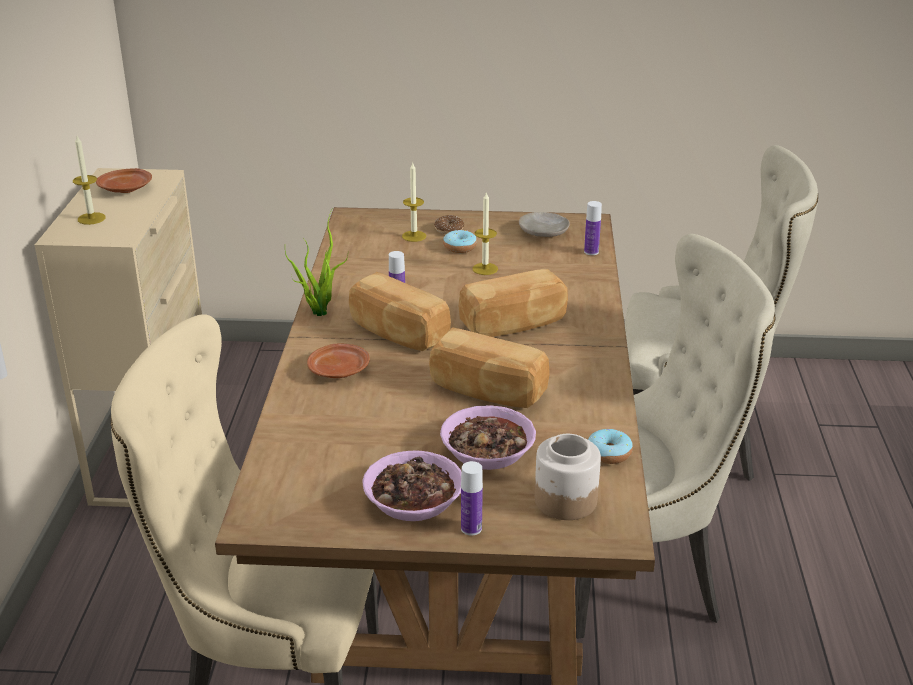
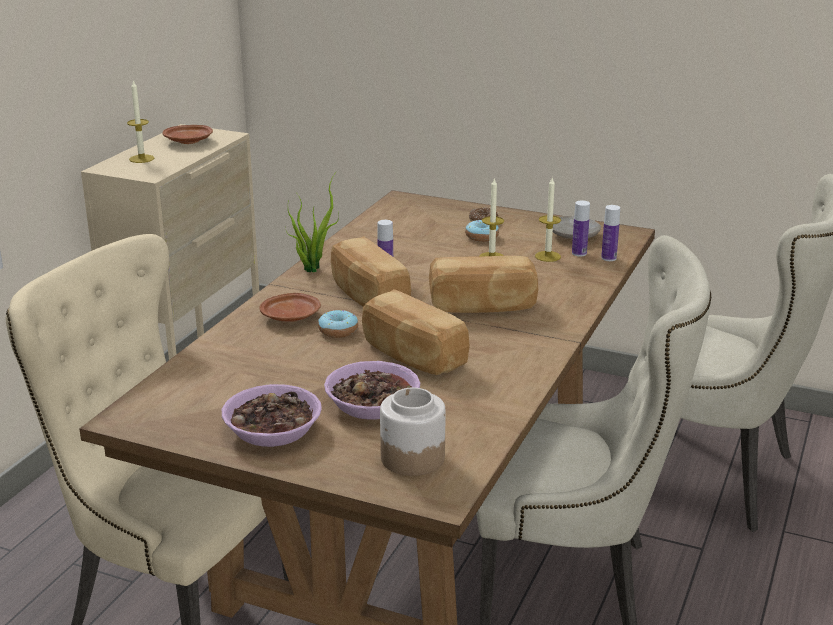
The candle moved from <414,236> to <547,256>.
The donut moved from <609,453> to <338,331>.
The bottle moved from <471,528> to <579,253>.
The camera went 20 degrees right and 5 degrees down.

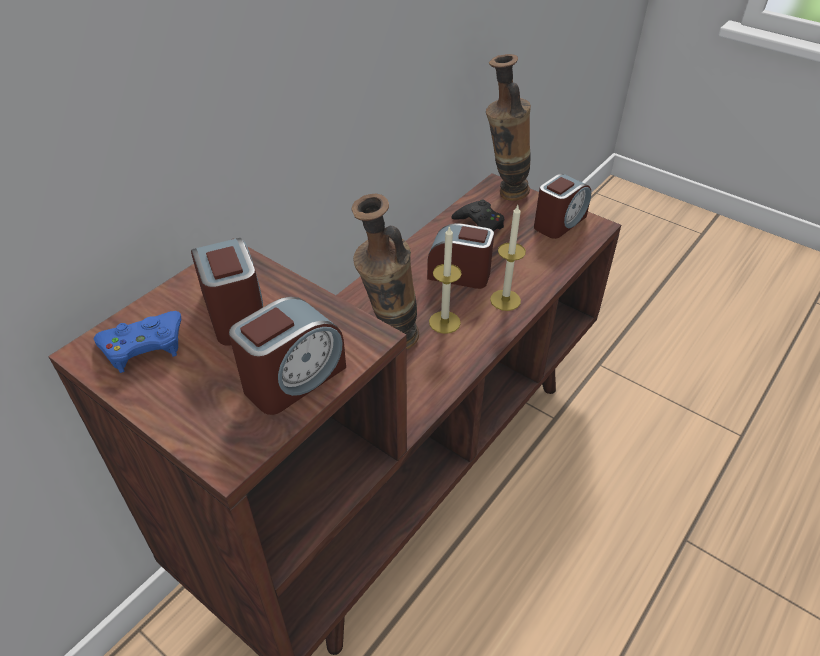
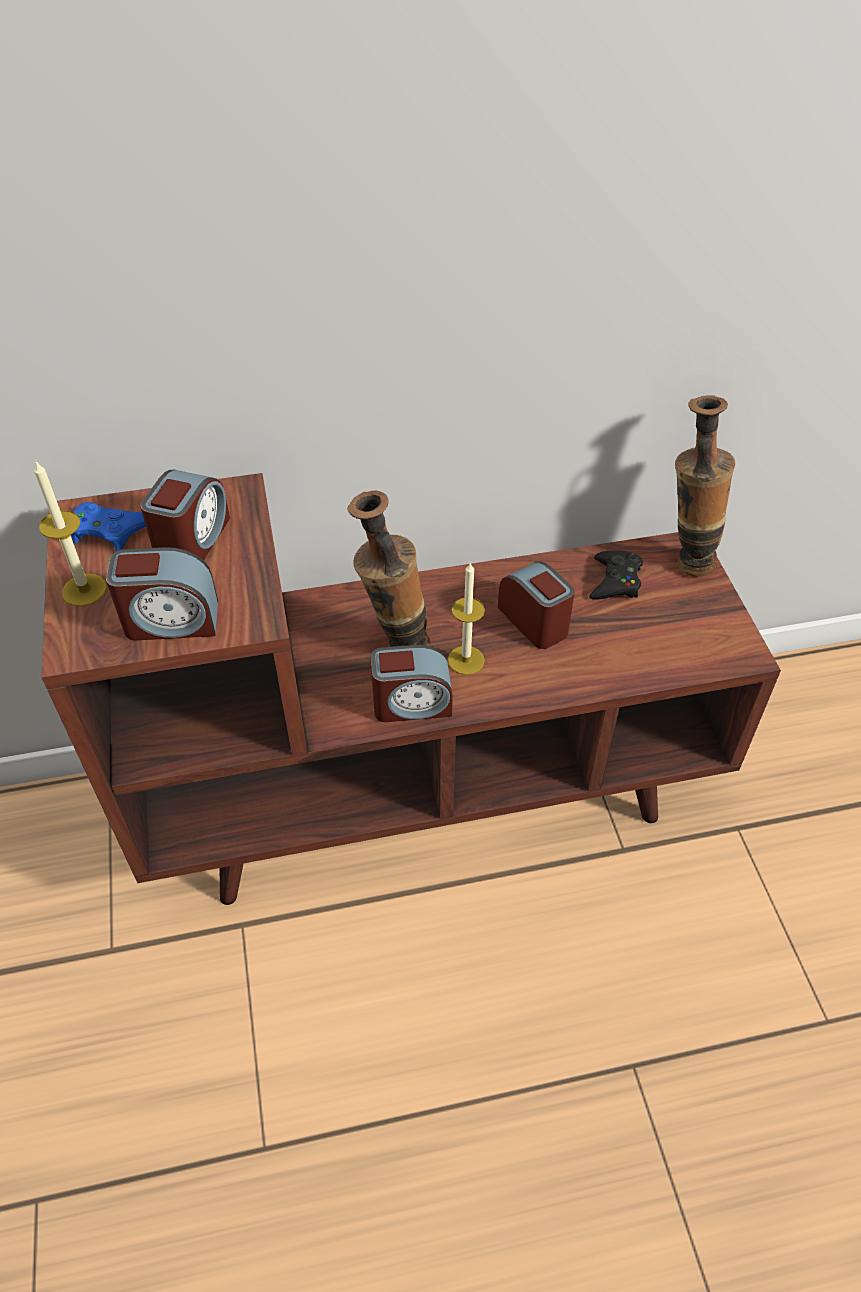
The alarm_clock moved from <559,222> to <411,704>.
The candle moved from <505,300> to <84,590>.
The camera went 40 degrees right and 5 degrees up.

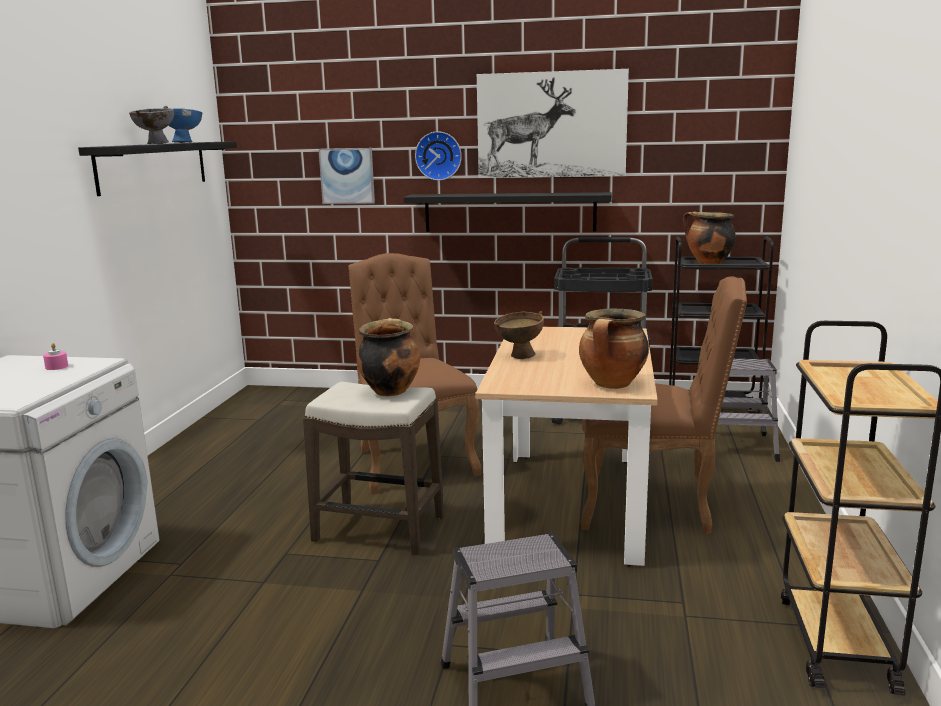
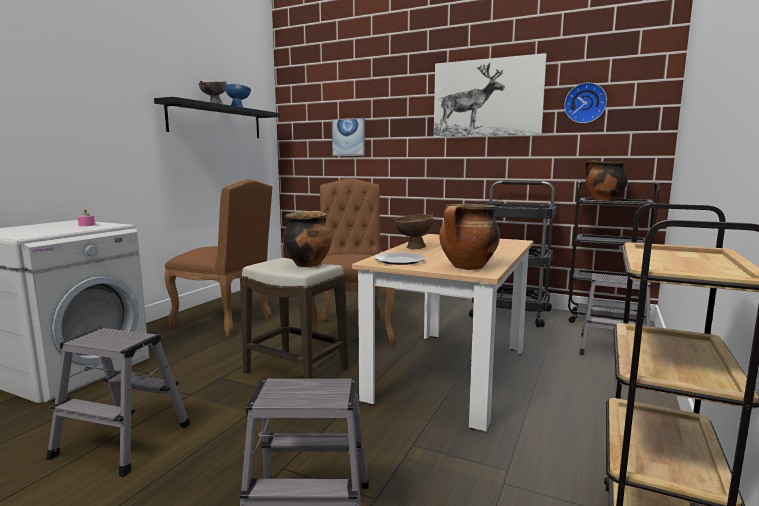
The wall_clock moved from <439,156> to <585,103>.
The black_shelf at <509,212> disappeared.
The brown_chair moved from <650,506> to <226,321>.
The plate at <400,261> appeared.
The grey_step_ladder at <122,440> appeared.
The camera went 15 degrees right and 5 degrees down.

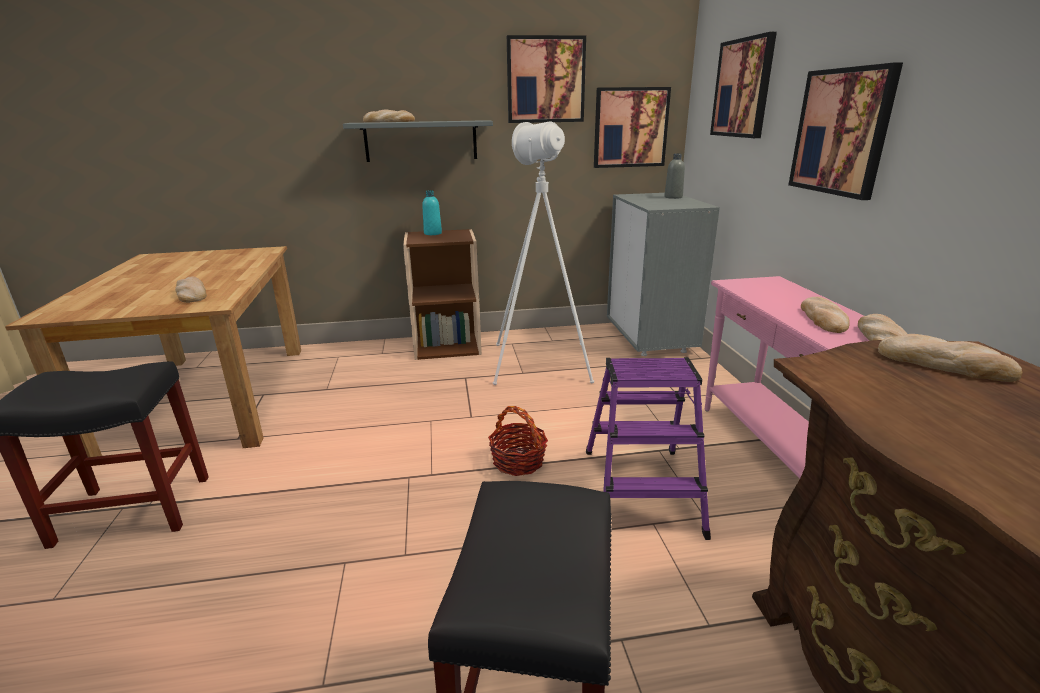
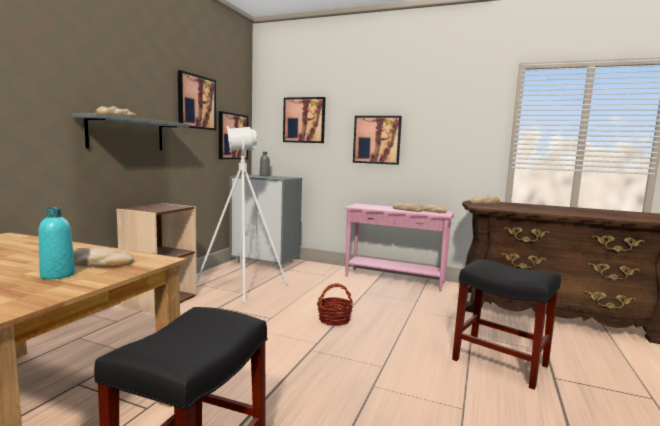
The turquoise_bottle moved from <432,233> to <57,275>.
The purple_step_ladder at <641,489> disappeared.
The camera went 60 degrees left and 15 degrees down.

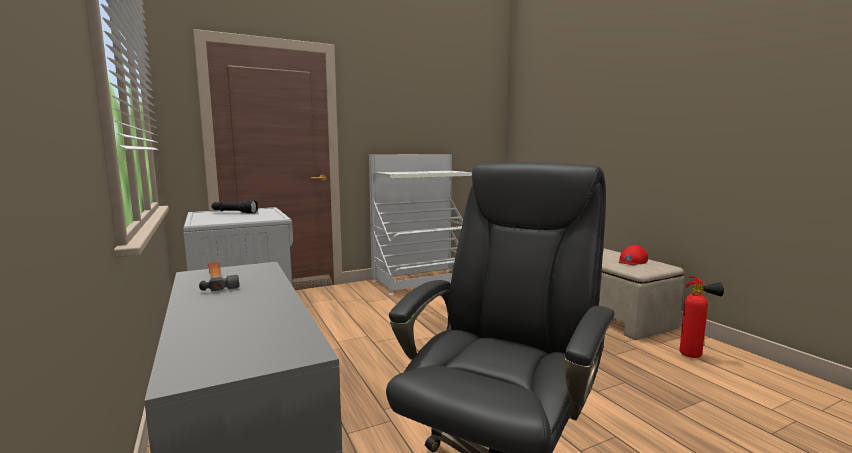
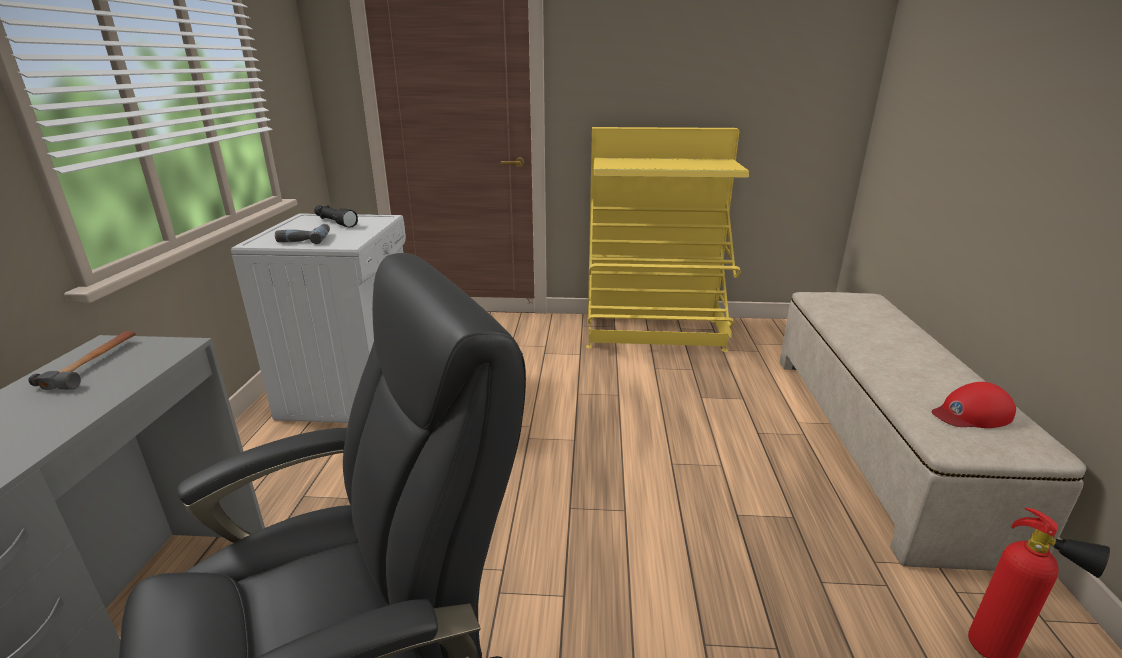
The white_shoe_rack at <423,282> became the yellow_shoe_rack at <654,335>.
The power_drill at <304,239> appeared.
The camera went 30 degrees right and 15 degrees up.

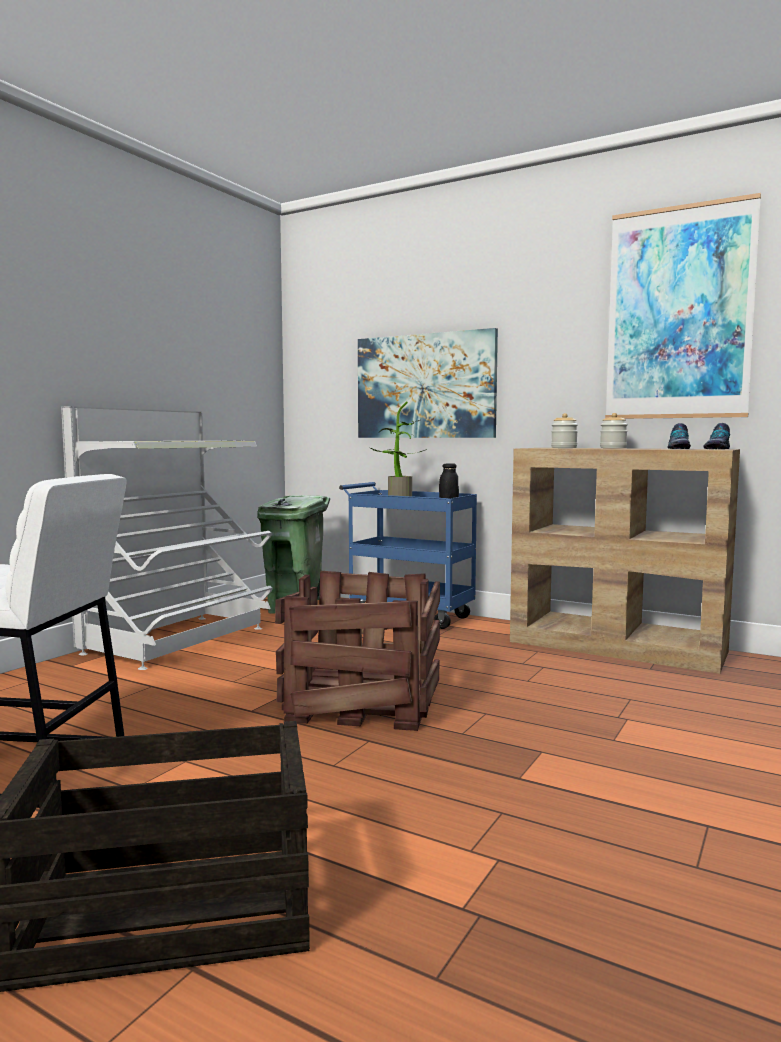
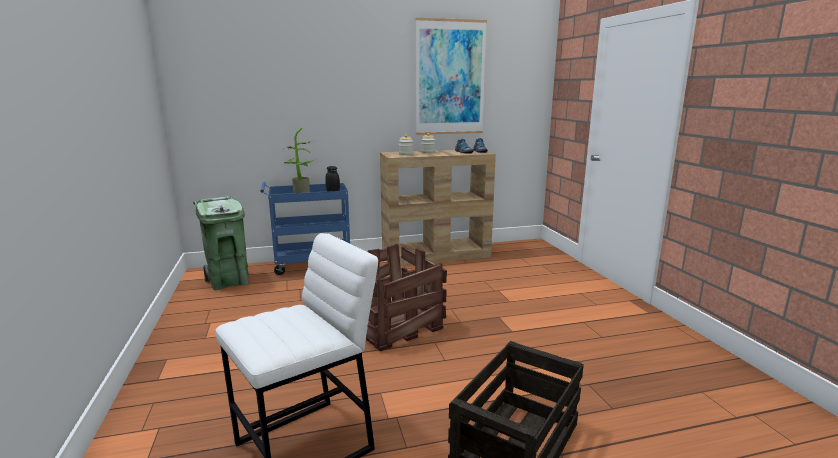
The picture at <425,386> disappeared.
The white_shoe_rack at <180,641> disappeared.
The camera went 45 degrees left and 10 degrees up.

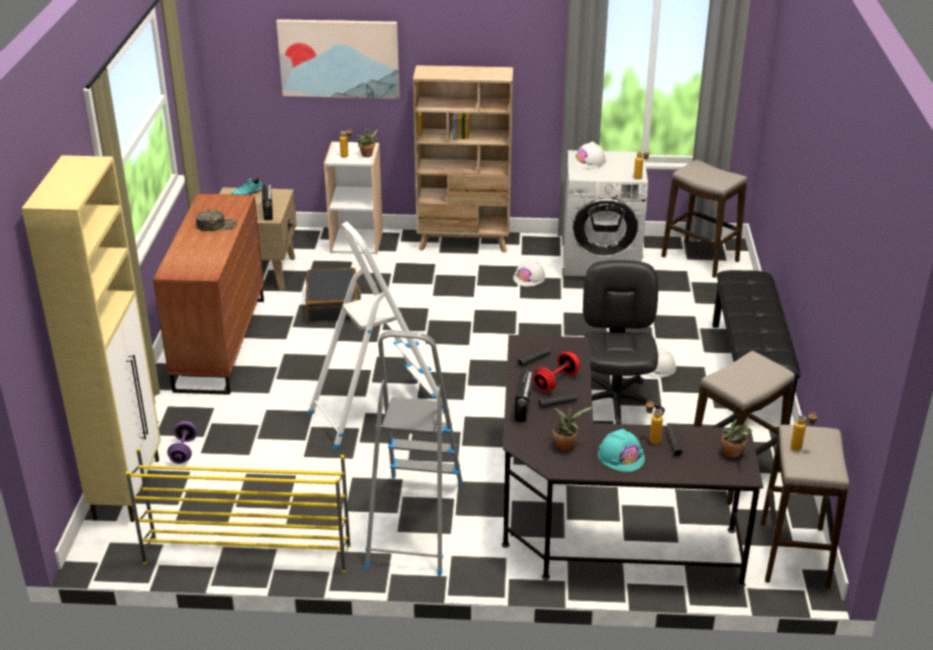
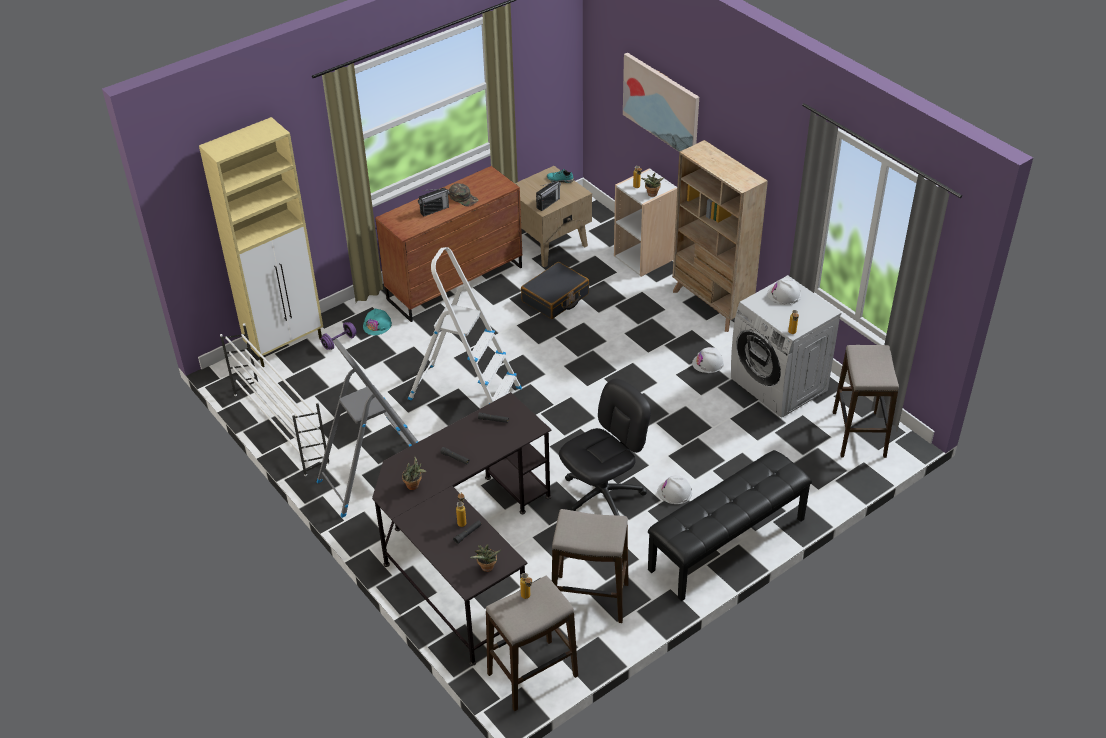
The red_dumbbell at <556,381> disappeared.
The radio moved from <522,408> to <434,210>.
The turquoise_hard_hat moved from <621,456> to <377,325>.
The yellow_shoe_rack at <246,554> became the white_shoe_rack at <280,427>.
The camera went 50 degrees right and 10 degrees up.

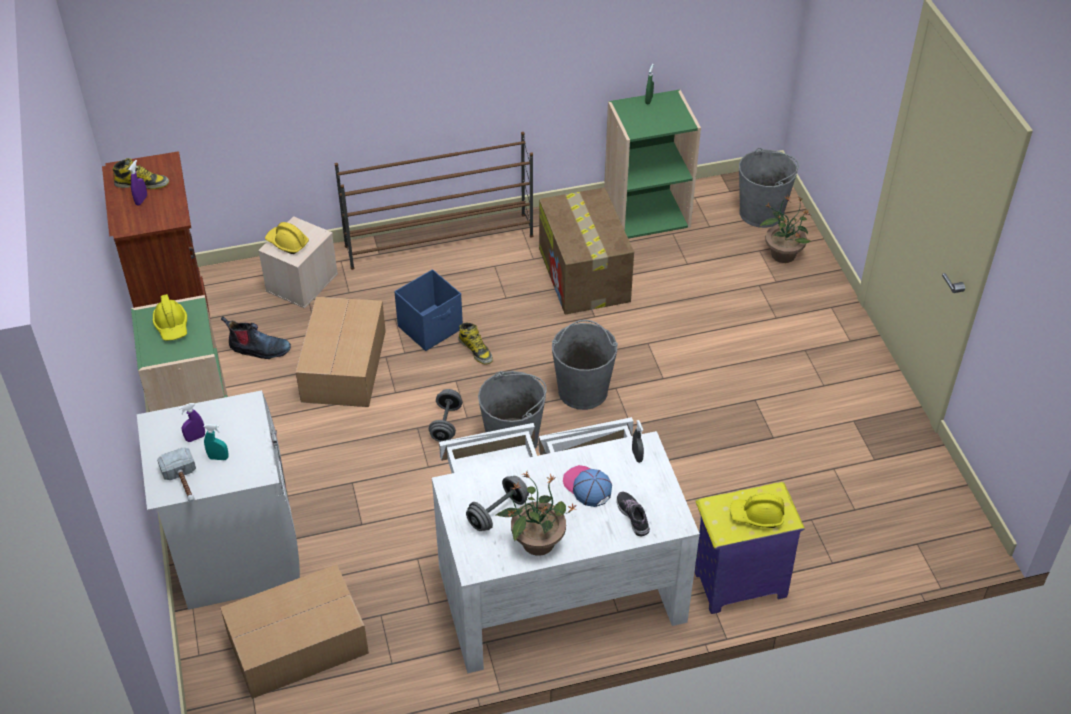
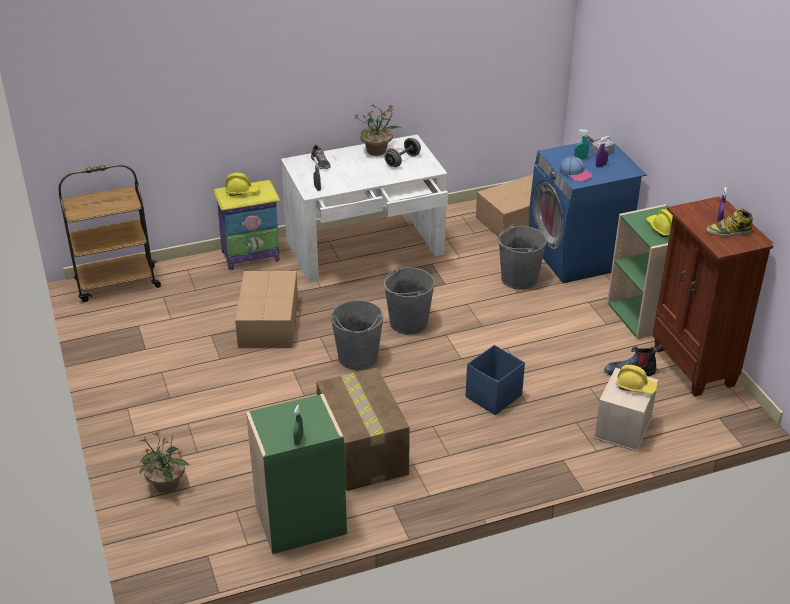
The brown_shoe_rack at <440,241> disappeared.
The grey_bucket moved from <762,212> to <518,278>.
The cardboard_box moved from <345,364> to <268,323>.
The boot at <476,350> disappeared.
The grey_dumbbell at <446,424> disappeared.
The white_washing_machine at <234,549> became the blue_washing_machine at <579,255>.
The cap moved from <587,487> to <575,173>.
The brown_cart at <116,284> appeared.
The camera went 175 degrees right and 10 degrees down.

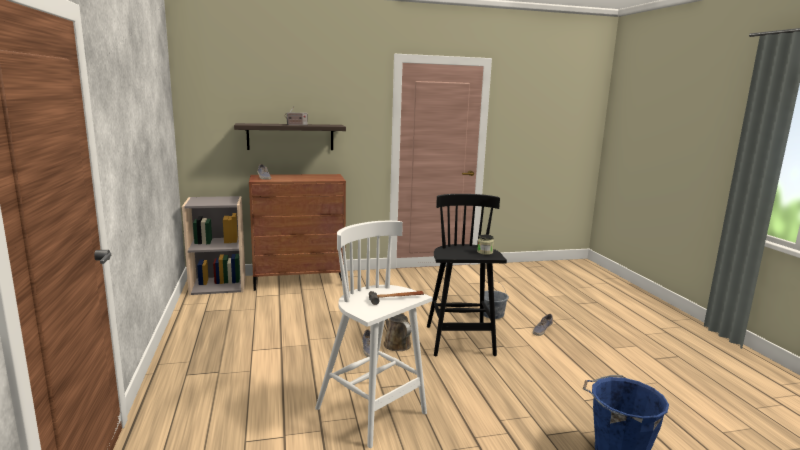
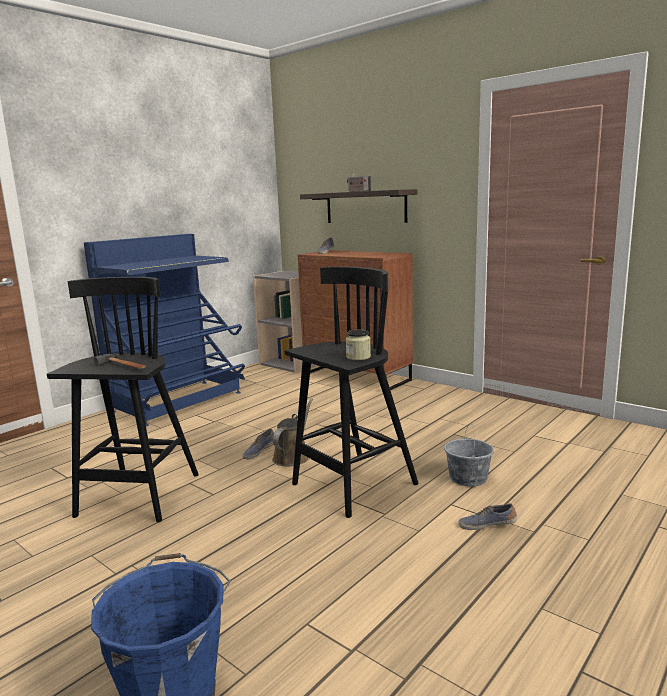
The white_stool at <373,412> became the black_stool at <137,496>.
The blue_shoe_rack at <180,402> appeared.
The camera went 55 degrees right and 0 degrees up.

